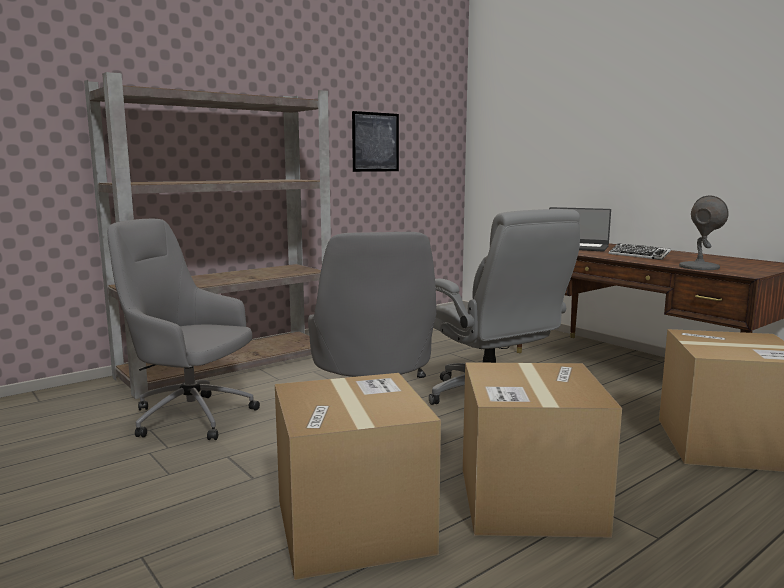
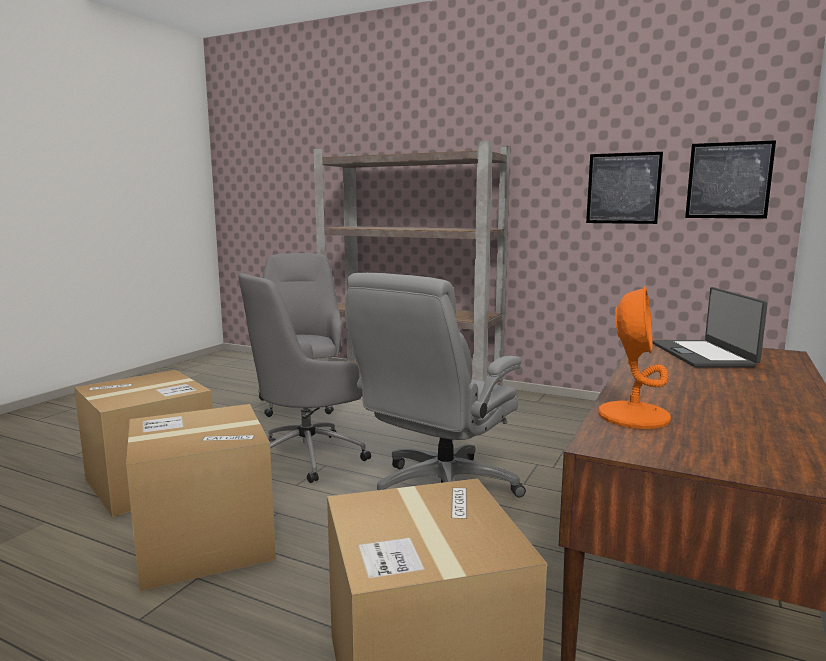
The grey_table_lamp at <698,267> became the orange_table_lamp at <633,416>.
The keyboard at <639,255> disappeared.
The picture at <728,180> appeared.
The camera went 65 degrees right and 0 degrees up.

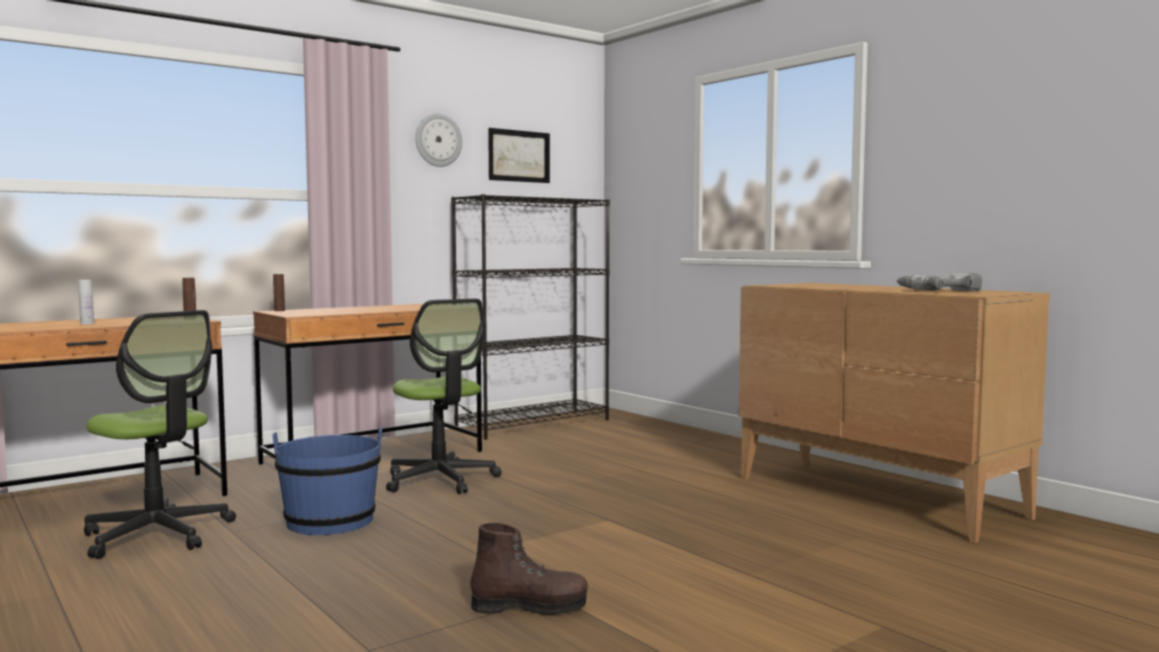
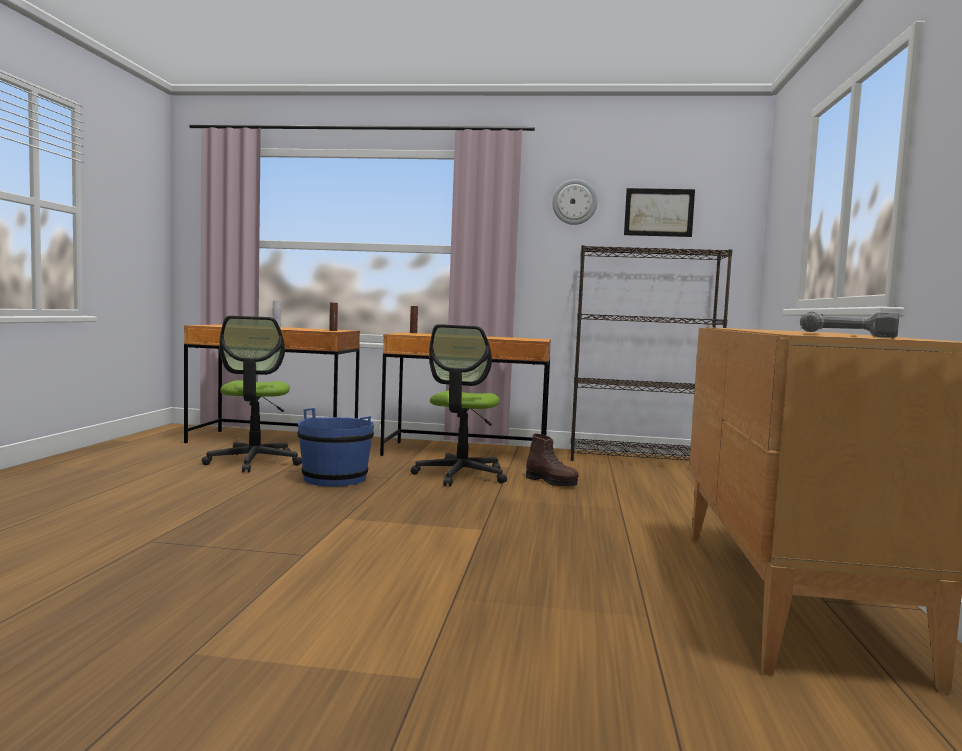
The brown_boot moved from <529,606> to <551,482>.
The camera went 45 degrees right and 0 degrees up.

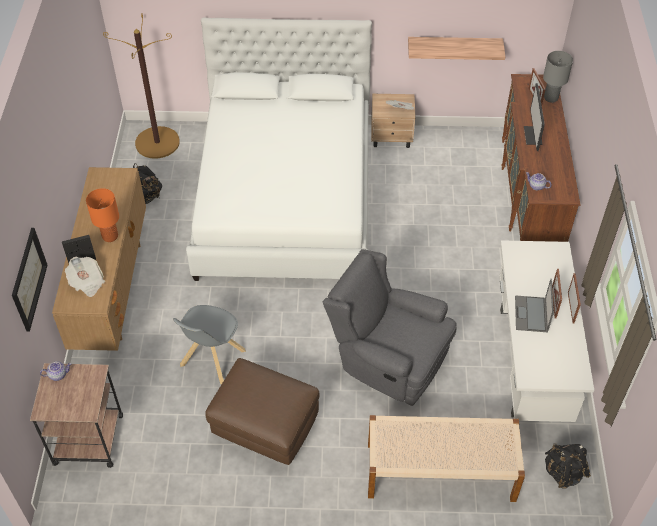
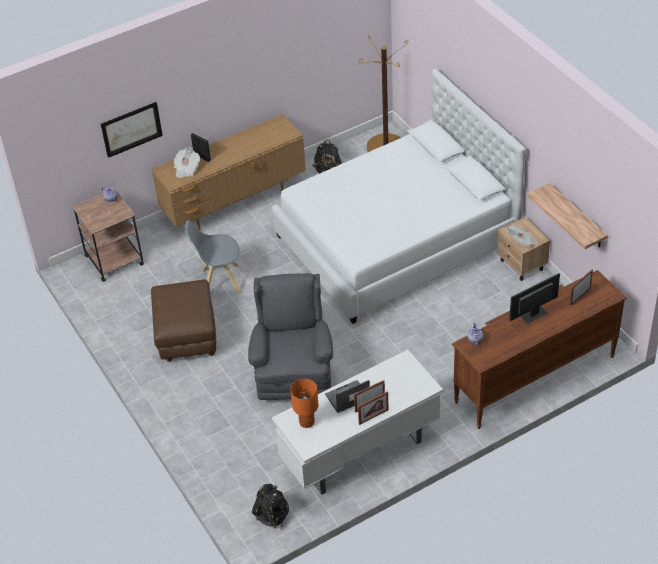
The grey_table_lamp at <550,99> disappeared.
The orange_table_lamp moved from <110,237> to <307,423>.
The beige_bench at <440,472> disappeared.
The camera went 60 degrees right and 5 degrees down.

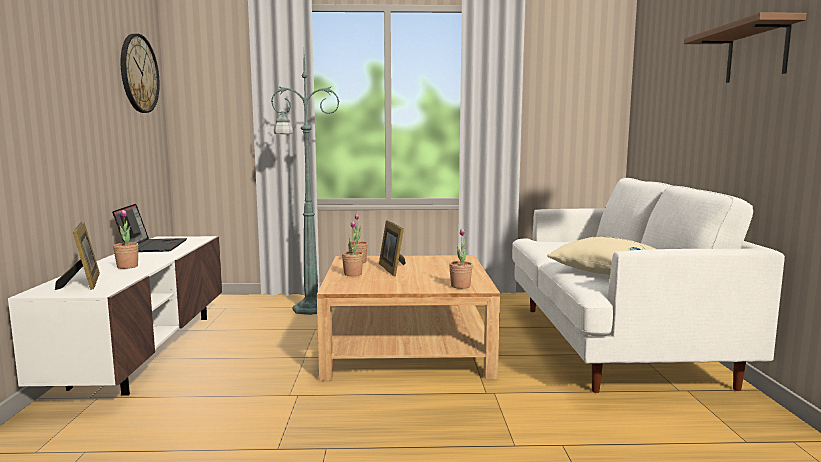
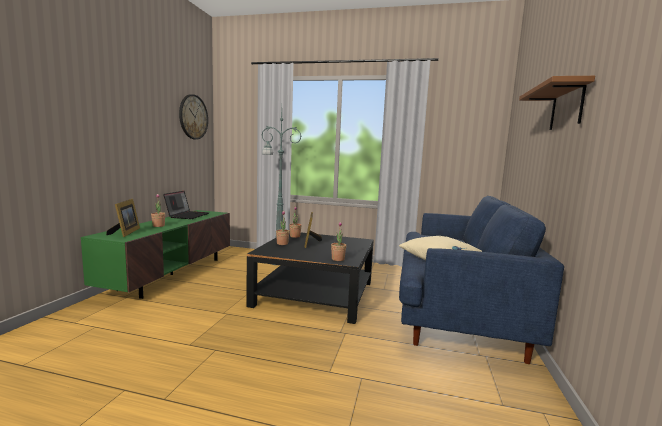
The white_sofa at <611,343> became the blue_sofa at <455,311>.
The white_tv_stand at <145,351> became the green_tv_stand at <171,274>.
The beige_coffee_table at <407,347> became the black_coffee_table at <315,293>.
The camera went 15 degrees right and 0 degrees up.

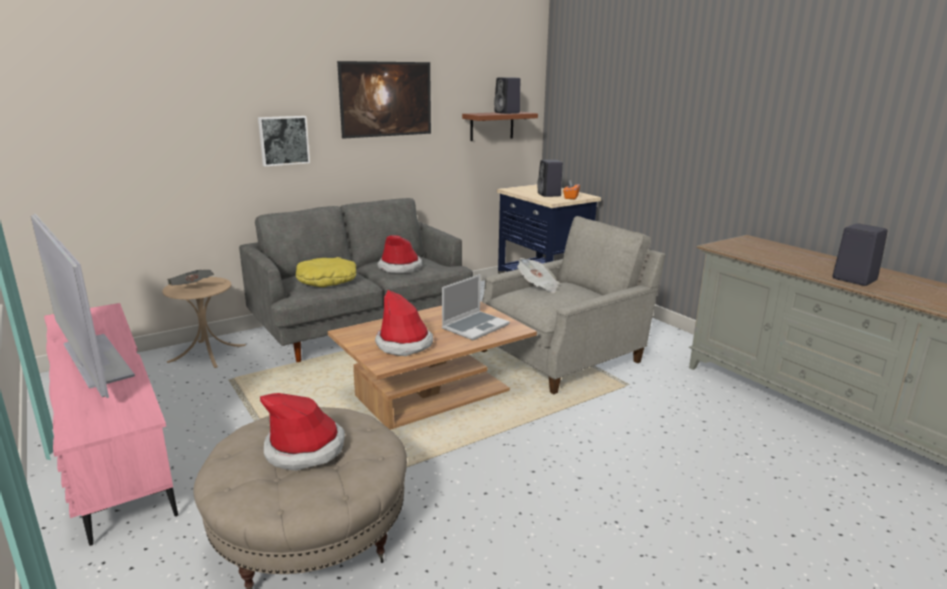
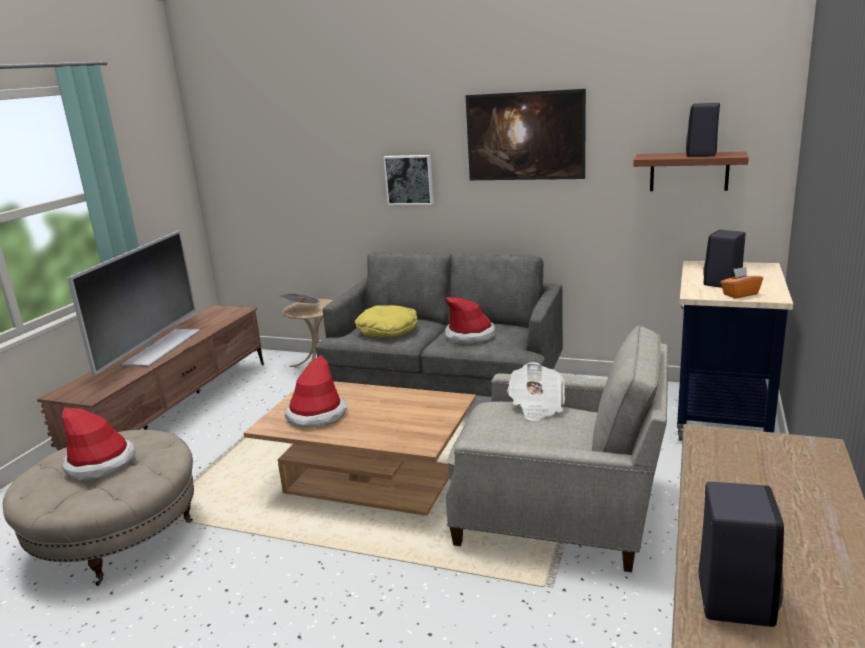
The laptop at <475,326> disappeared.
The pink_tv_stand at <111,440> became the brown_tv_stand at <175,410>.
The camera went 55 degrees right and 0 degrees up.

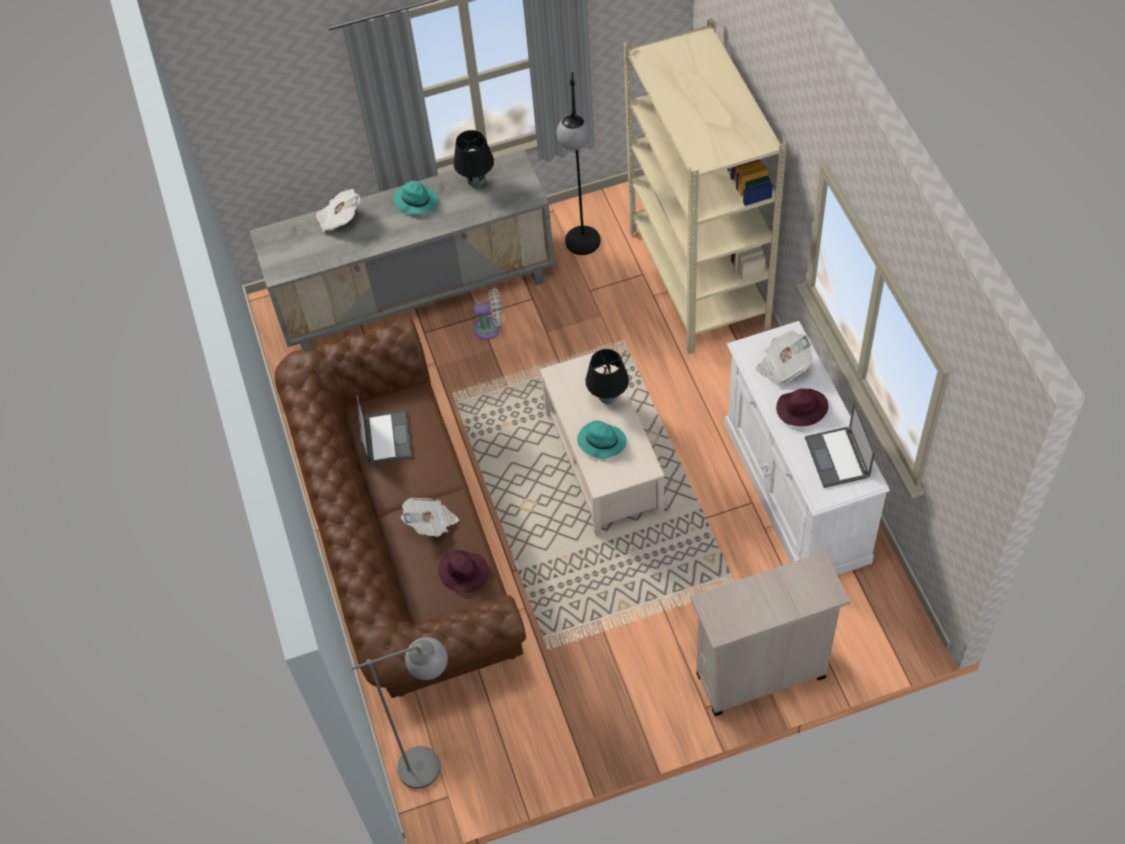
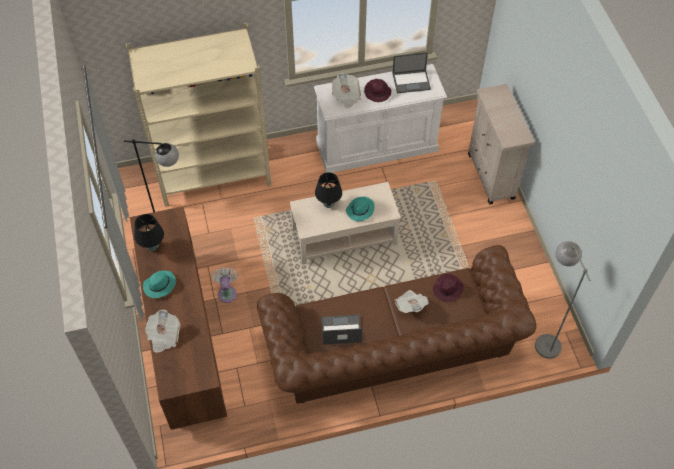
The grey_tv_stand at <416,291> became the brown_tv_stand at <184,337>.
The camera went 90 degrees left and 0 degrees up.

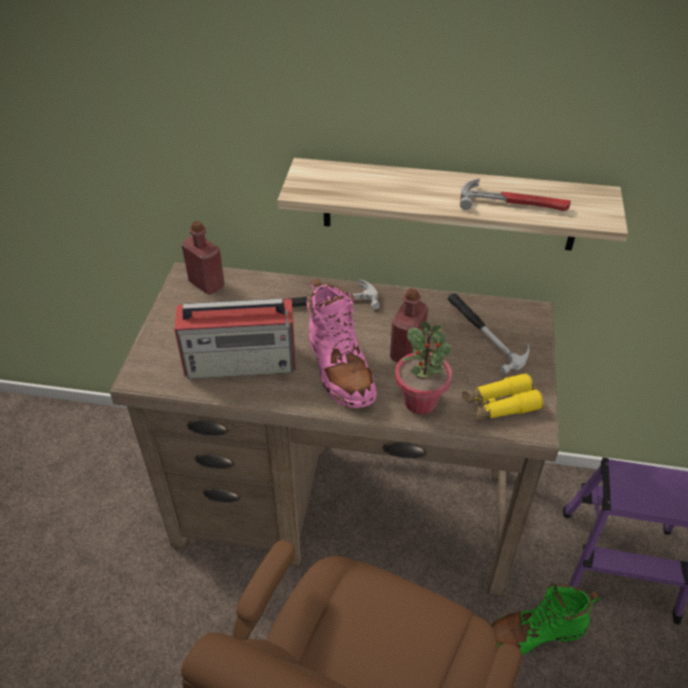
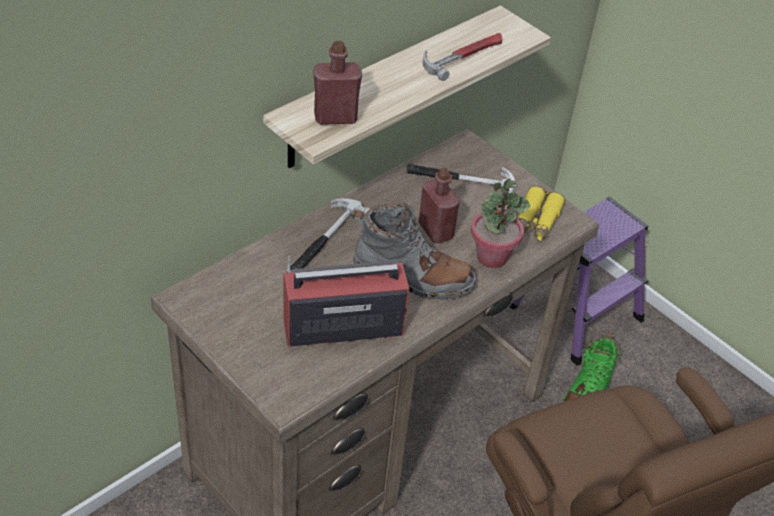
The red_bottle moved from <206,284> to <335,117>.
The pink_boot at <339,368> became the grey_boot at <412,277>.
The radio at <242,361> turned 135 degrees counterclockwise.
The camera went 55 degrees left and 0 degrees up.

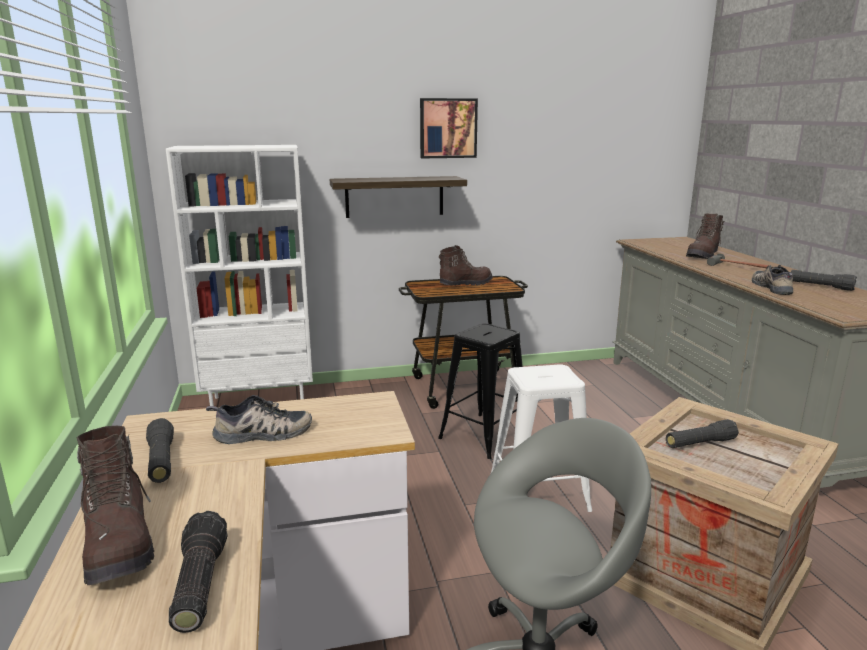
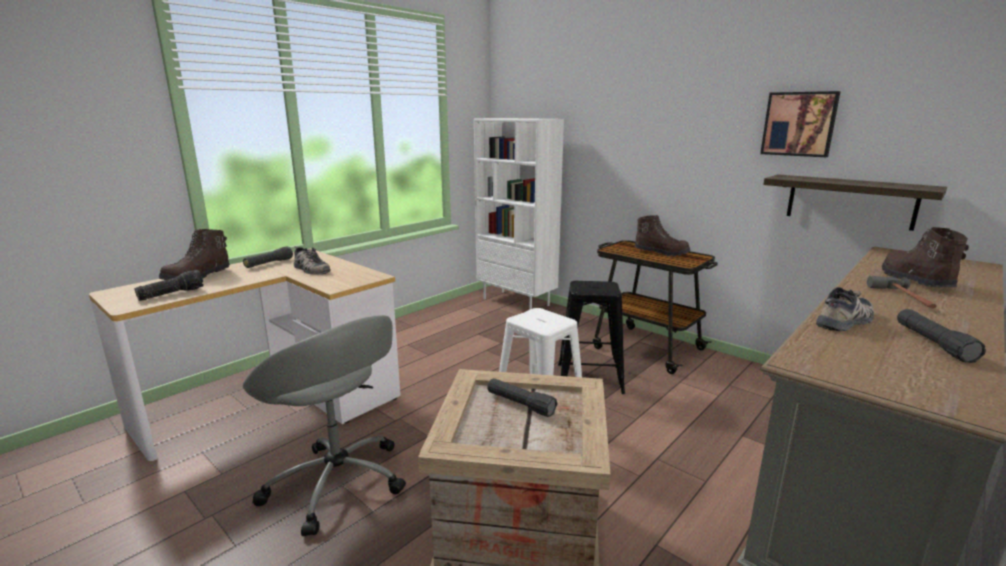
The picture moved from <447,128> to <799,124>.
The shelf moved from <394,196> to <850,201>.
The brown_boot at <703,255> turned 90 degrees clockwise.
The camera went 55 degrees right and 0 degrees up.

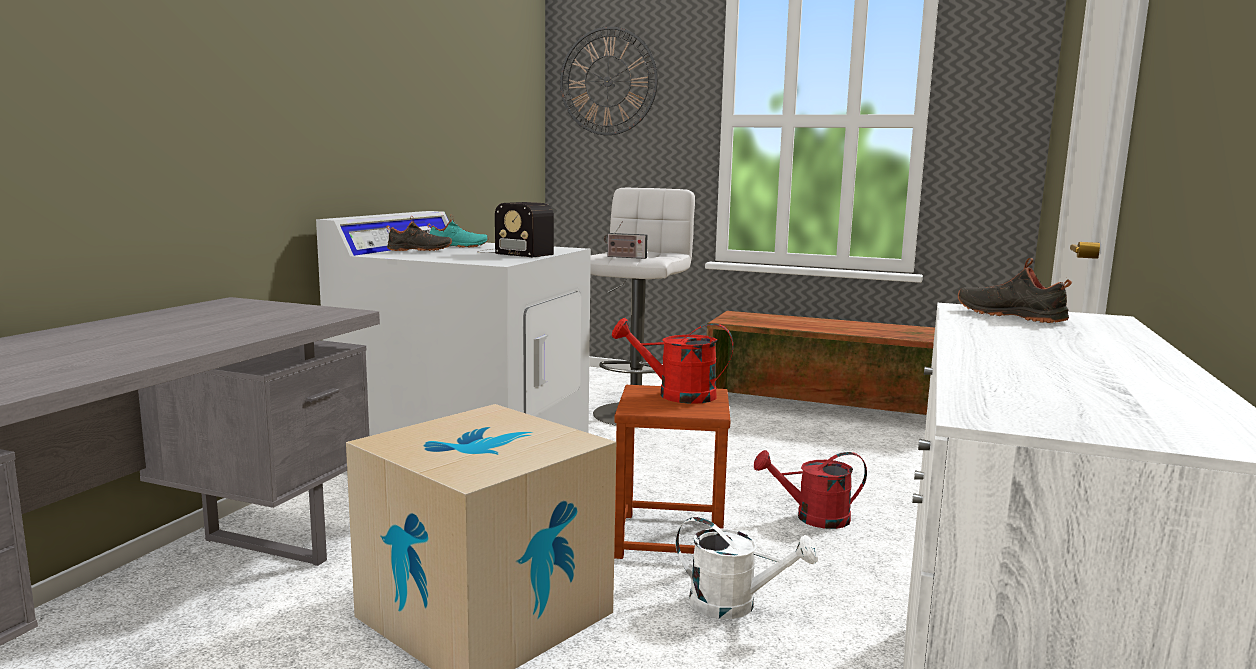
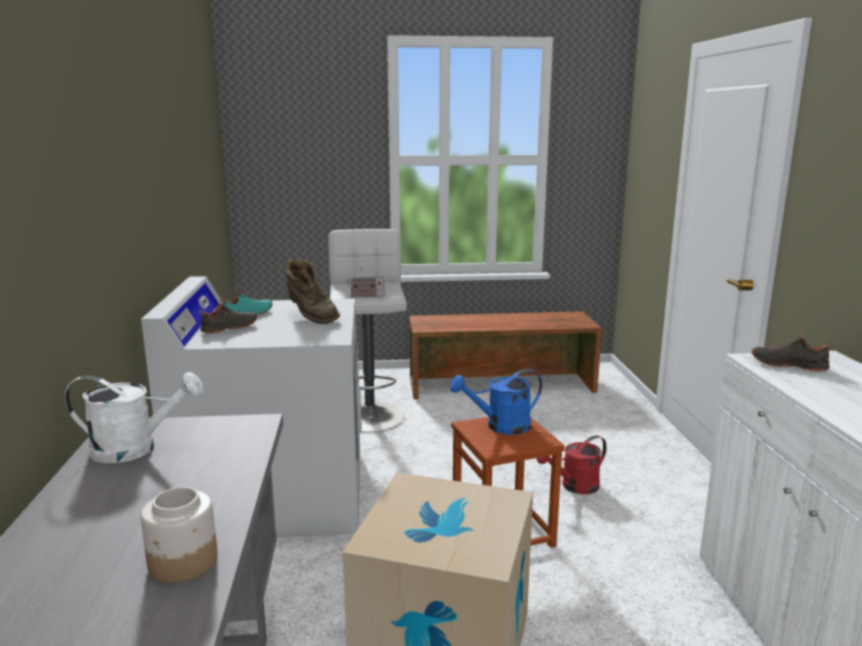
The wall_clock at <608,81> disappeared.
The radio at <513,252> was replaced by the brown_boot at <311,317>.
The red_watering_can at <676,395> became the blue_watering_can at <500,426>.
The white_watering_can moved from <735,605> to <135,449>.
The jar at <183,562> appeared.
The camera went 25 degrees left and 5 degrees up.

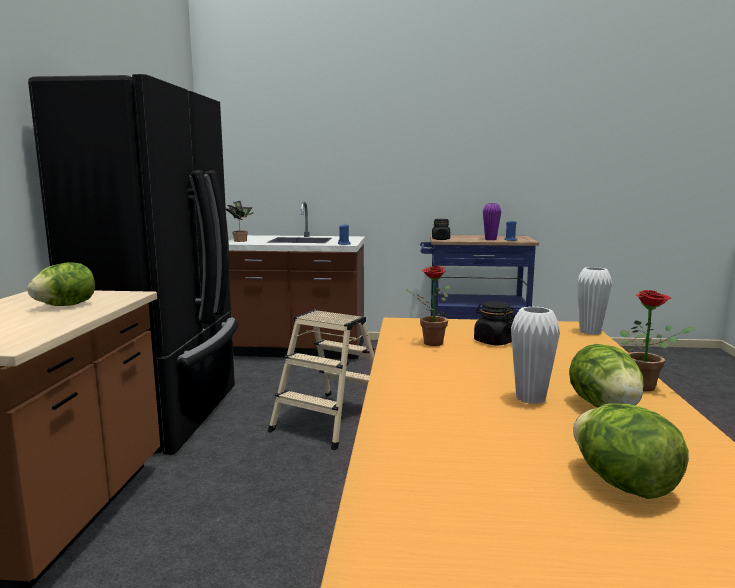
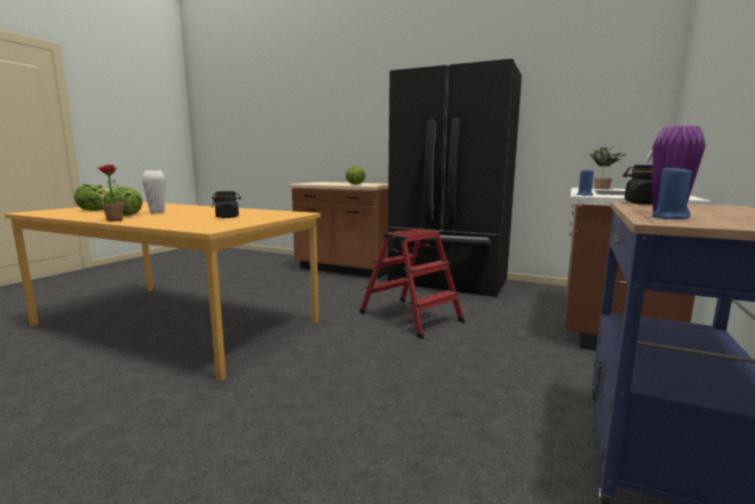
The potted_plant at <428,343> disappeared.
The white_vase at <590,332> disappeared.
The beige_step_ladder at <331,418> became the red_step_ladder at <410,317>.
The camera went 110 degrees right and 0 degrees up.

